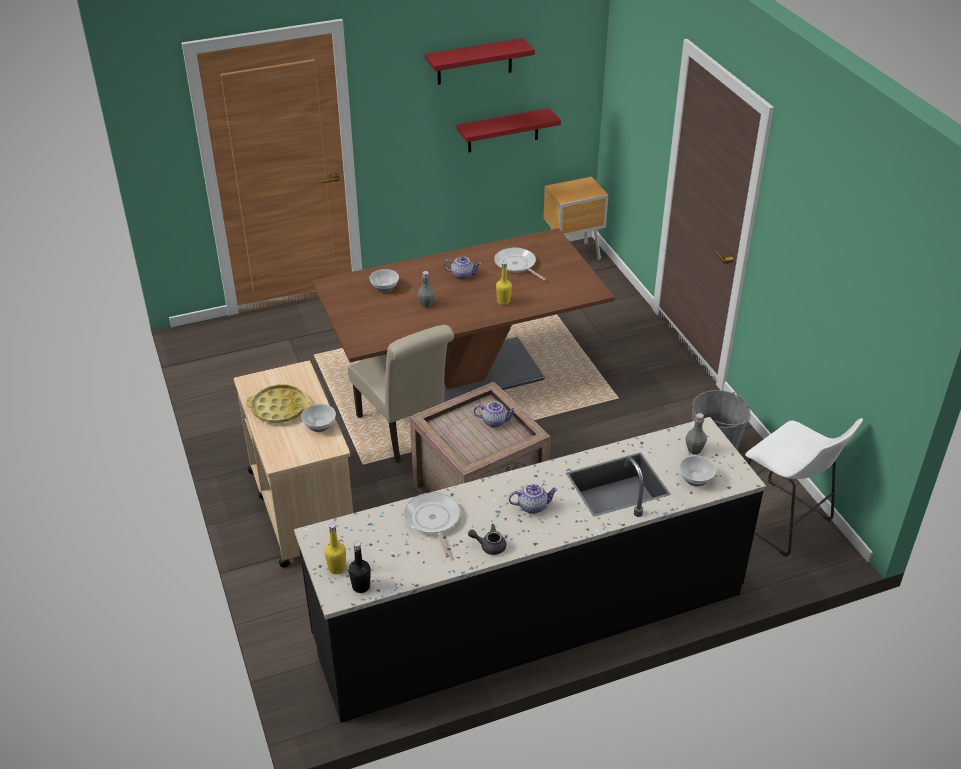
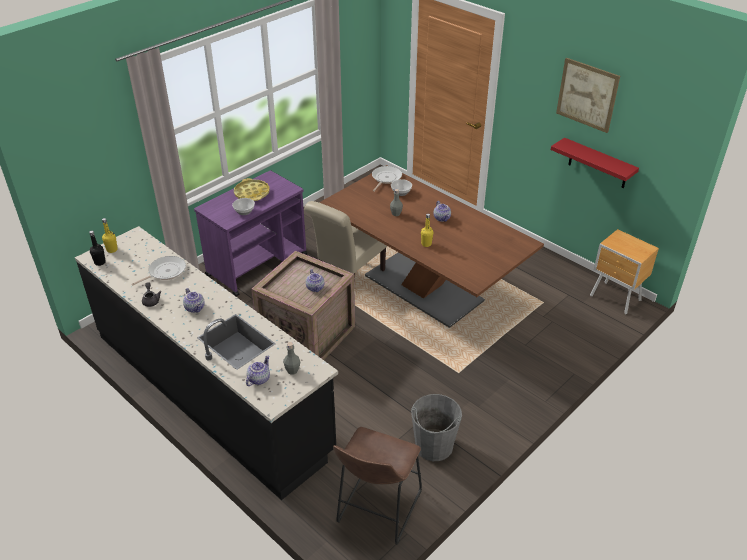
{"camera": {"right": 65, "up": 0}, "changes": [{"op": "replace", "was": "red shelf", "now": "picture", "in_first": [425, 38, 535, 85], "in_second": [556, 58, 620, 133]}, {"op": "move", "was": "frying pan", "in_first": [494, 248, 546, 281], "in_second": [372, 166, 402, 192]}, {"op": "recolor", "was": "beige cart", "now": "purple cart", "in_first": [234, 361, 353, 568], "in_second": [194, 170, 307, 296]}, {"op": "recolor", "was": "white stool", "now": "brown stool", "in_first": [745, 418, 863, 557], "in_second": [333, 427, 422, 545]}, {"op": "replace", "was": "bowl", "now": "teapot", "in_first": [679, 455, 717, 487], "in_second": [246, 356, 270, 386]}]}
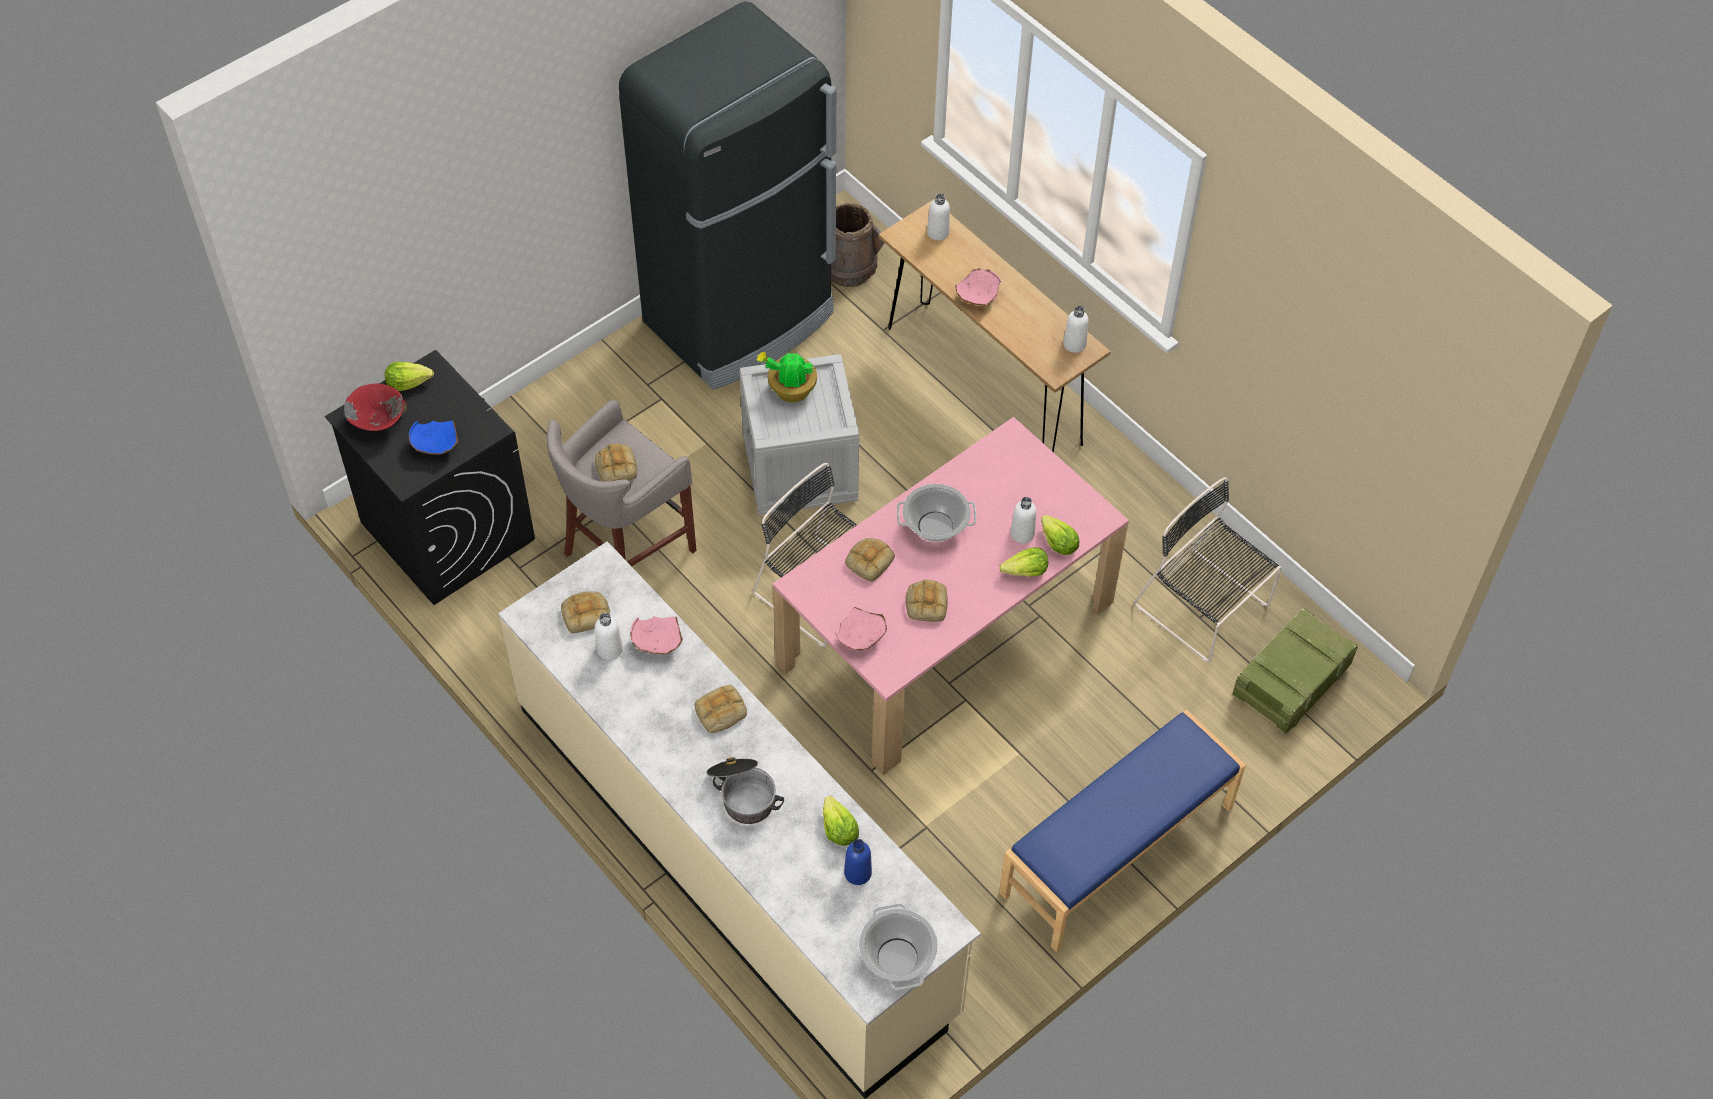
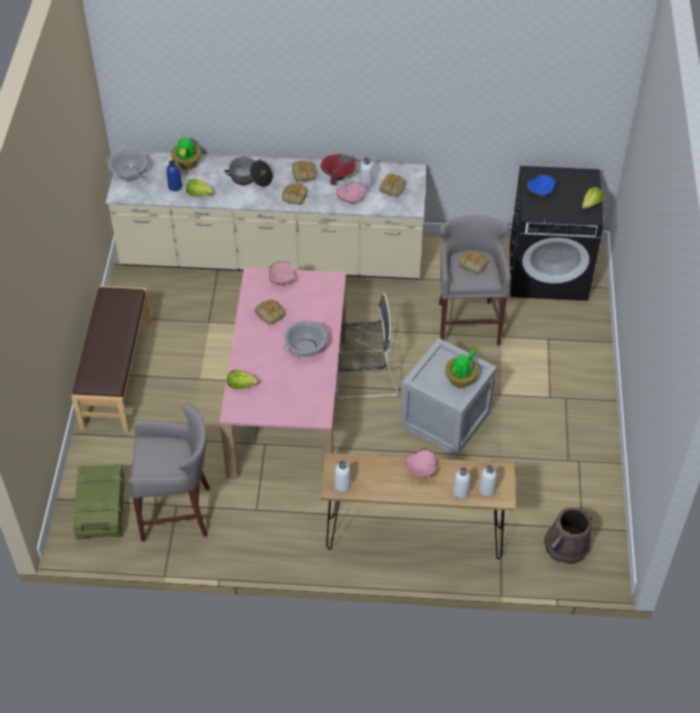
{"camera": {"right": 135, "up": -5}, "changes": [{"op": "delete", "was": "black fridge", "in_first": [619, 1, 836, 390]}, {"op": "move", "was": "red bowl", "in_first": [343, 384, 407, 431], "in_second": [320, 154, 356, 185]}, {"op": "replace", "was": "black chair", "now": "grey stool", "in_first": [1134, 477, 1282, 662], "in_second": [128, 403, 210, 541]}, {"op": "move", "was": "white bottle", "in_first": [1010, 497, 1036, 543], "in_second": [453, 467, 471, 499]}, {"op": "move", "was": "bread", "in_first": [845, 538, 895, 582], "in_second": [292, 161, 316, 181]}, {"op": "delete", "was": "lettuce", "in_first": [999, 547, 1048, 577]}, {"op": "recolor", "was": "blue bench", "now": "brown bench", "in_first": [999, 710, 1246, 952], "in_second": [72, 286, 152, 433]}, {"op": "insert", "now": "potted plant", "in_second": [171, 137, 201, 170]}]}
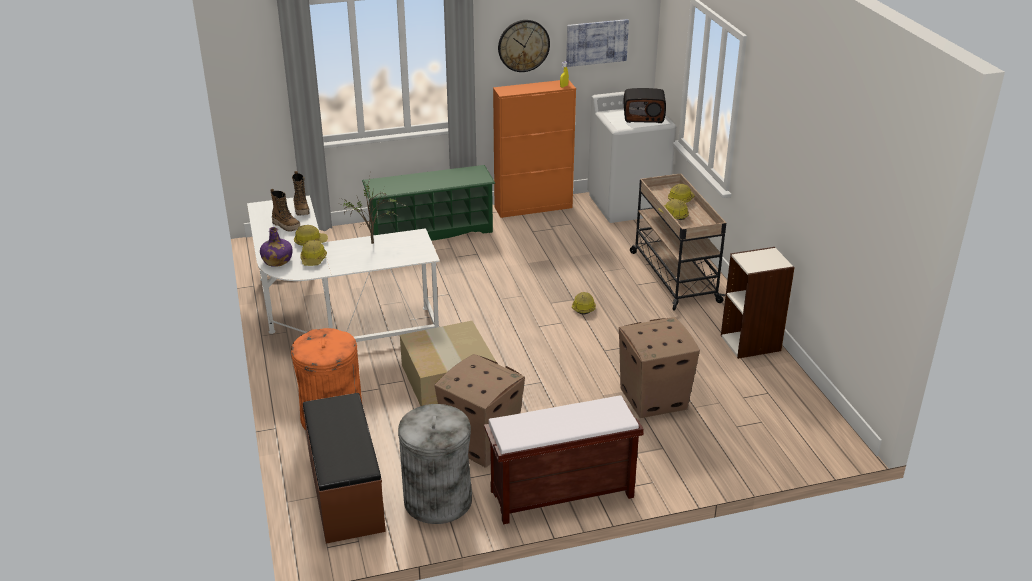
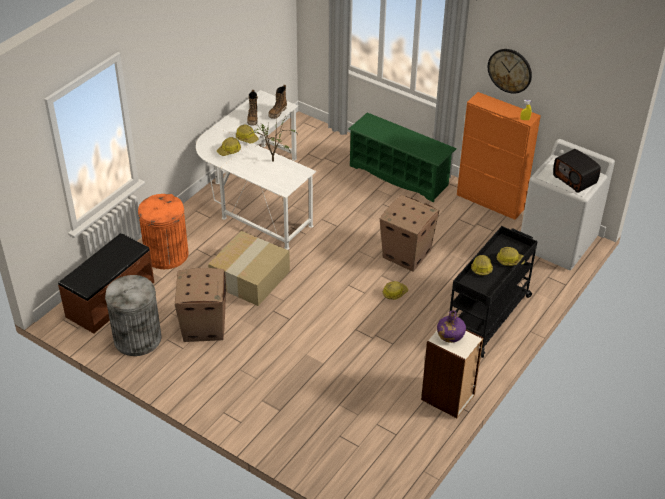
{"camera": {"right": 50, "up": 10}, "changes": [{"op": "delete", "was": "picture", "in_first": [566, 19, 629, 67]}, {"op": "recolor", "was": "beige cart", "now": "black cart", "in_first": [630, 173, 726, 311], "in_second": [450, 226, 538, 358]}, {"op": "move", "was": "purple bottle", "in_first": [260, 227, 293, 267], "in_second": [437, 310, 466, 343]}, {"op": "move", "was": "cardboard box", "in_first": [619, 317, 700, 418], "in_second": [380, 195, 439, 272]}, {"op": "delete", "was": "brown bench", "in_first": [484, 395, 644, 524]}]}
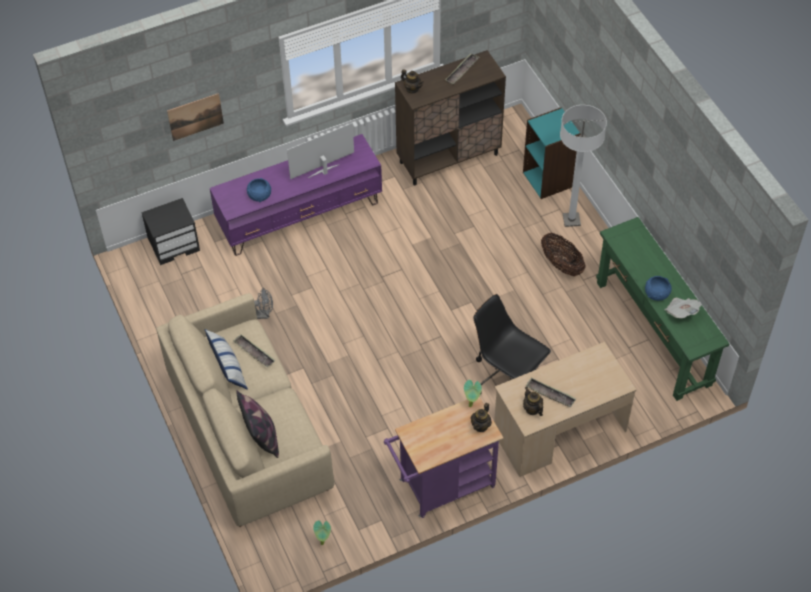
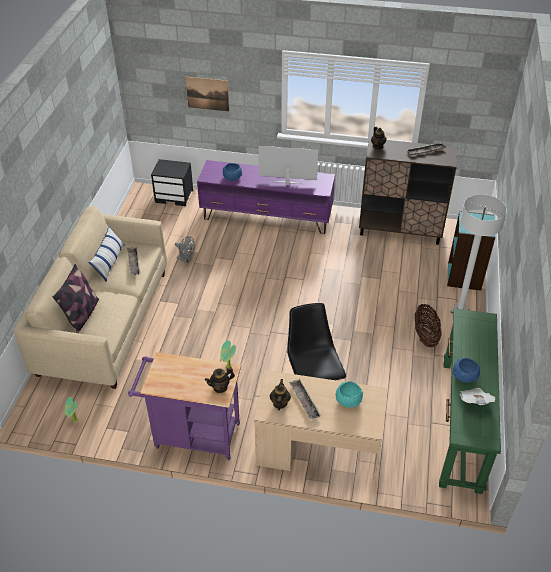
{"camera": {"right": 35, "up": -10}, "changes": [{"op": "insert", "now": "turquoise bowl", "in_second": [336, 381, 363, 408]}]}
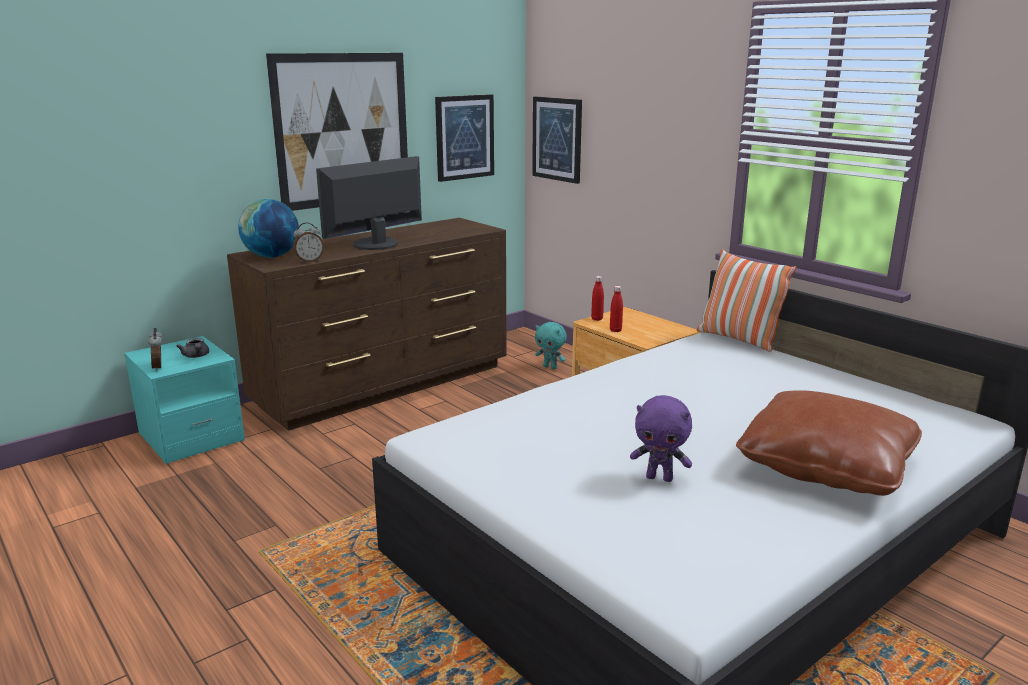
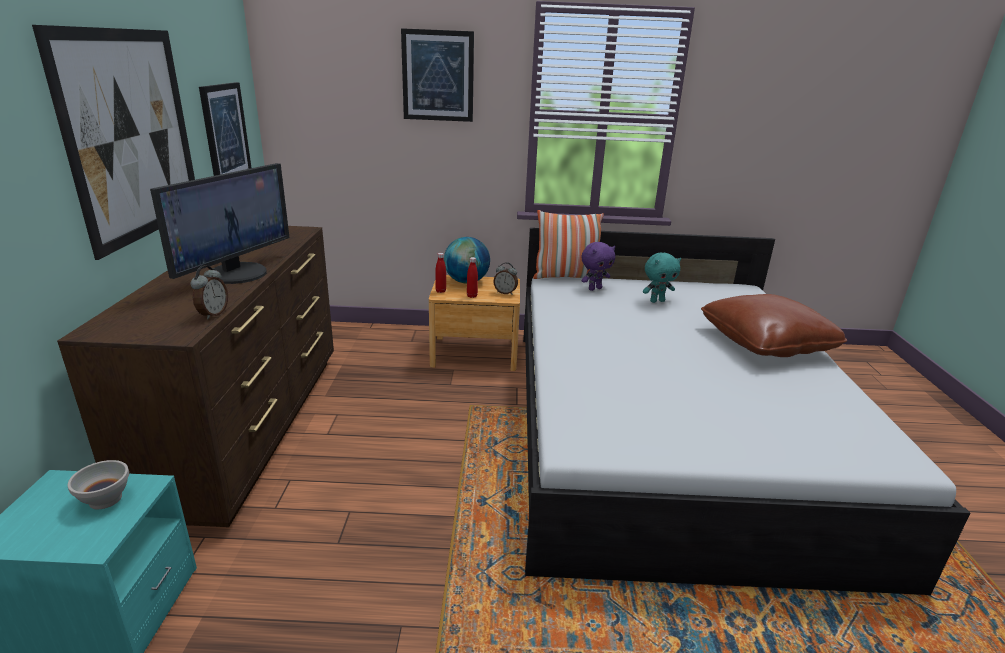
{"camera": {"right": -50, "up": 5}, "changes": [{"op": "move", "was": "picture", "in_first": [532, 97, 582, 184], "in_second": [401, 28, 474, 122]}, {"op": "rotate", "was": "monitor", "in_first": [316, 156, 422, 250], "in_second": [150, 163, 290, 284], "clockwise": -150}, {"op": "move", "was": "globe", "in_first": [238, 199, 299, 258], "in_second": [444, 237, 490, 284]}, {"op": "move", "was": "turquoise plush toy", "in_first": [535, 322, 567, 369], "in_second": [643, 253, 681, 303]}, {"op": "move", "was": "alarm clock", "in_first": [148, 328, 163, 371], "in_second": [493, 262, 518, 294]}, {"op": "replace", "was": "grey teapot", "now": "white bowl", "in_first": [176, 338, 209, 358], "in_second": [68, 460, 129, 509]}, {"op": "move", "was": "purple plush toy", "in_first": [630, 395, 692, 482], "in_second": [581, 242, 615, 291]}]}
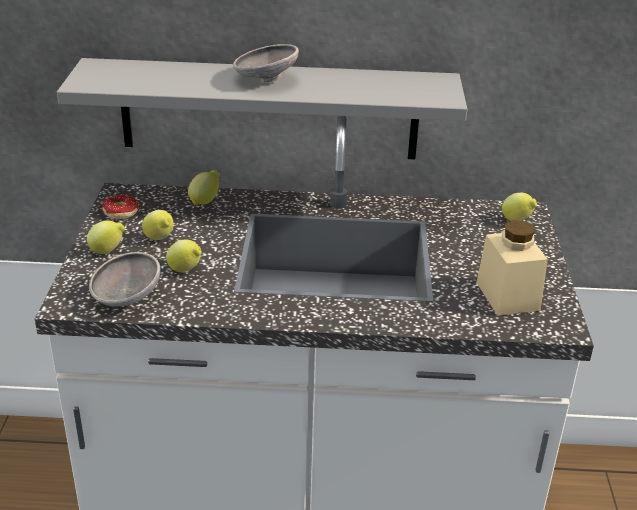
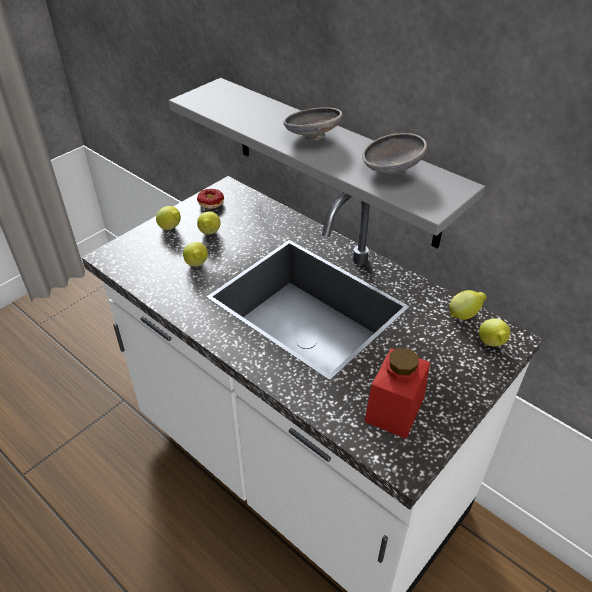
{"camera": {"right": 40, "up": 10}, "changes": [{"op": "move", "was": "lemon", "in_first": [188, 170, 219, 205], "in_second": [449, 290, 487, 320]}, {"op": "recolor", "was": "beige jar", "now": "red jar", "in_first": [476, 220, 548, 316], "in_second": [364, 348, 430, 439]}, {"op": "move", "was": "grey bowl", "in_first": [89, 252, 160, 307], "in_second": [362, 133, 427, 174]}]}
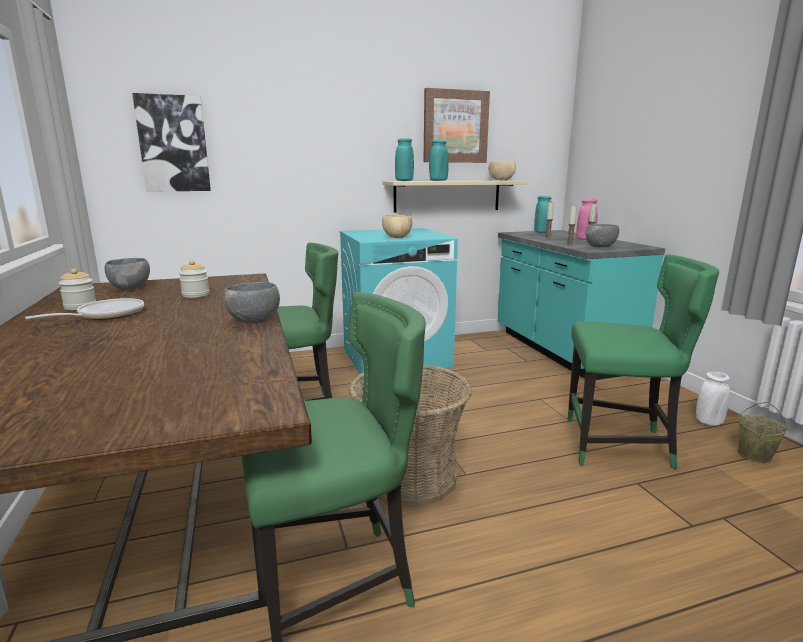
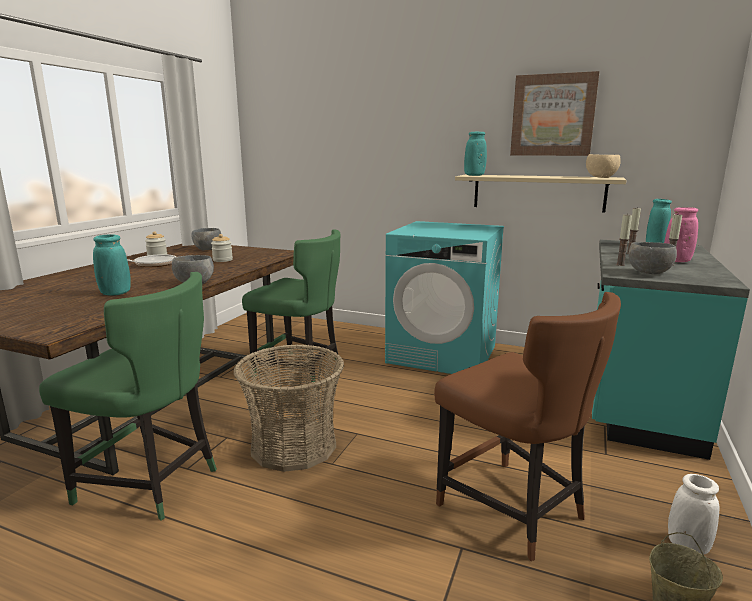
{"camera": {"right": 40, "up": 0}, "changes": [{"op": "delete", "was": "picture", "in_first": [132, 93, 211, 192]}, {"op": "move", "was": "turquoise vase", "in_first": [429, 140, 449, 181], "in_second": [93, 235, 131, 296]}, {"op": "delete", "was": "beige bowl", "in_first": [382, 214, 412, 238]}, {"op": "recolor", "was": "green chair", "now": "brown chair", "in_first": [568, 254, 719, 470], "in_second": [434, 292, 621, 561]}]}
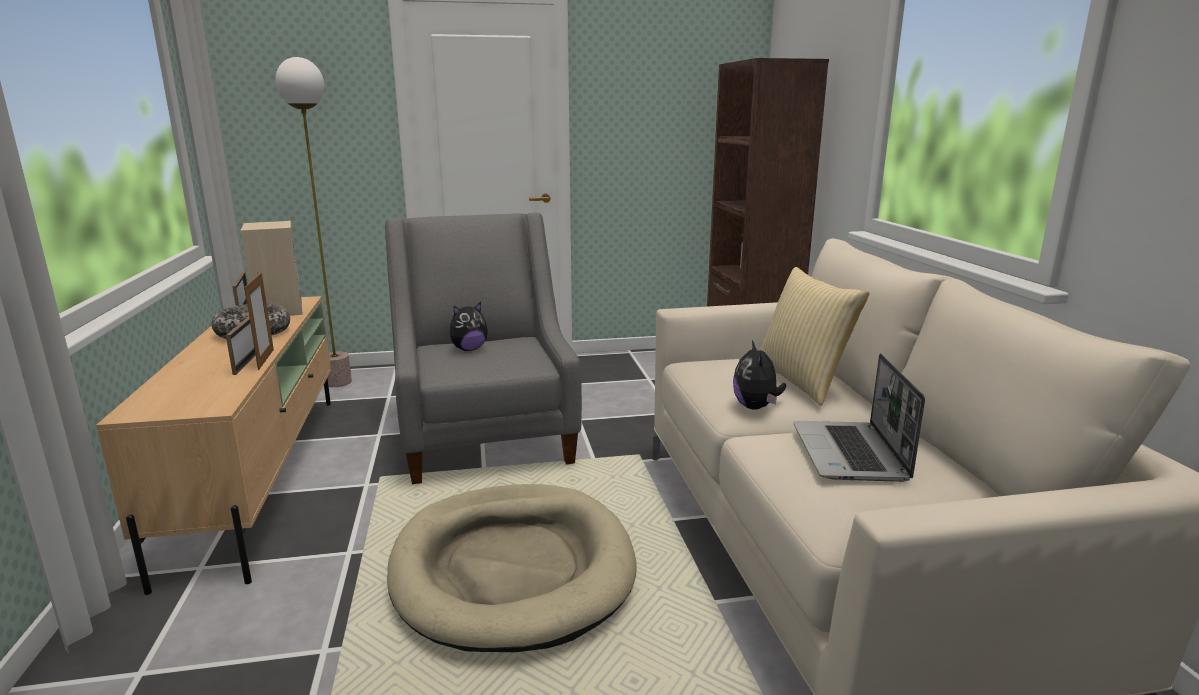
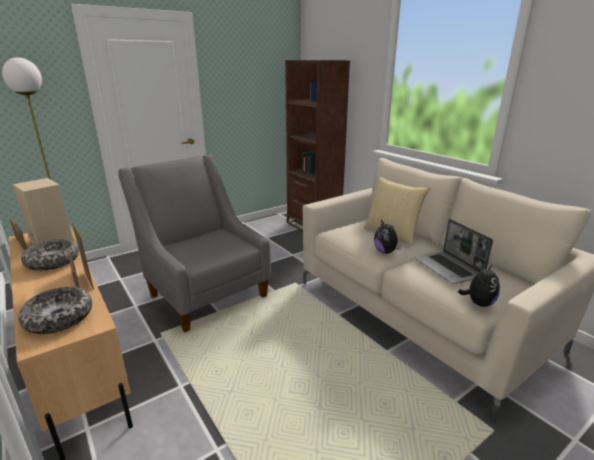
{"camera": {"right": -25, "up": 5}, "changes": [{"op": "move", "was": "plush toy", "in_first": [450, 302, 488, 351], "in_second": [458, 263, 500, 307]}, {"op": "delete", "was": "beige dog bed", "in_first": [387, 484, 637, 652]}, {"op": "insert", "now": "bowl", "in_second": [18, 287, 92, 334]}]}
